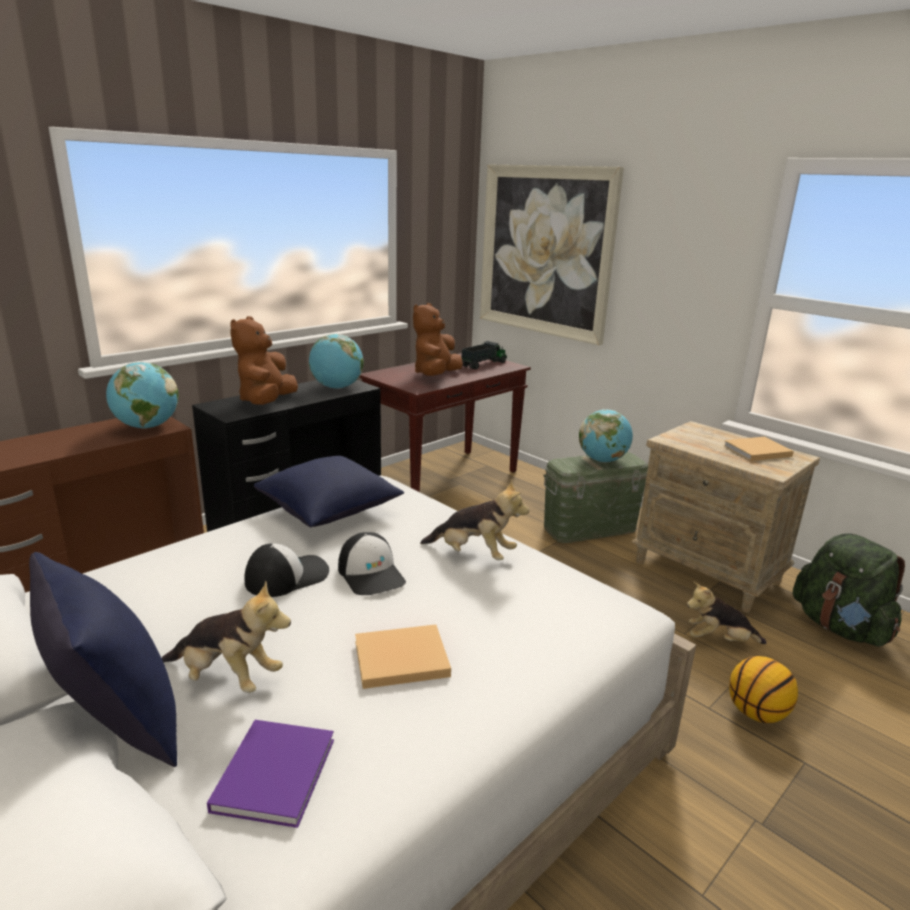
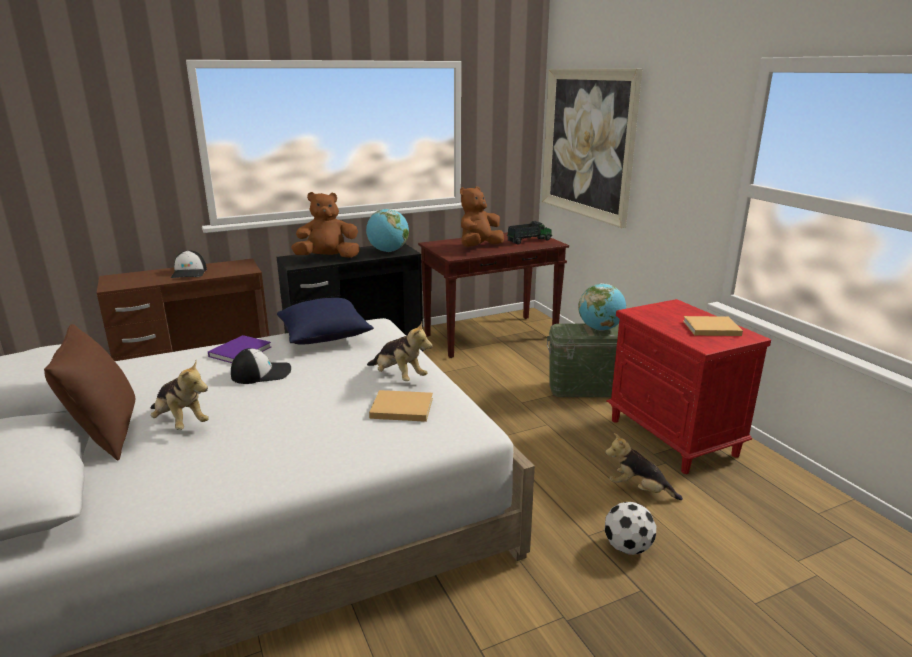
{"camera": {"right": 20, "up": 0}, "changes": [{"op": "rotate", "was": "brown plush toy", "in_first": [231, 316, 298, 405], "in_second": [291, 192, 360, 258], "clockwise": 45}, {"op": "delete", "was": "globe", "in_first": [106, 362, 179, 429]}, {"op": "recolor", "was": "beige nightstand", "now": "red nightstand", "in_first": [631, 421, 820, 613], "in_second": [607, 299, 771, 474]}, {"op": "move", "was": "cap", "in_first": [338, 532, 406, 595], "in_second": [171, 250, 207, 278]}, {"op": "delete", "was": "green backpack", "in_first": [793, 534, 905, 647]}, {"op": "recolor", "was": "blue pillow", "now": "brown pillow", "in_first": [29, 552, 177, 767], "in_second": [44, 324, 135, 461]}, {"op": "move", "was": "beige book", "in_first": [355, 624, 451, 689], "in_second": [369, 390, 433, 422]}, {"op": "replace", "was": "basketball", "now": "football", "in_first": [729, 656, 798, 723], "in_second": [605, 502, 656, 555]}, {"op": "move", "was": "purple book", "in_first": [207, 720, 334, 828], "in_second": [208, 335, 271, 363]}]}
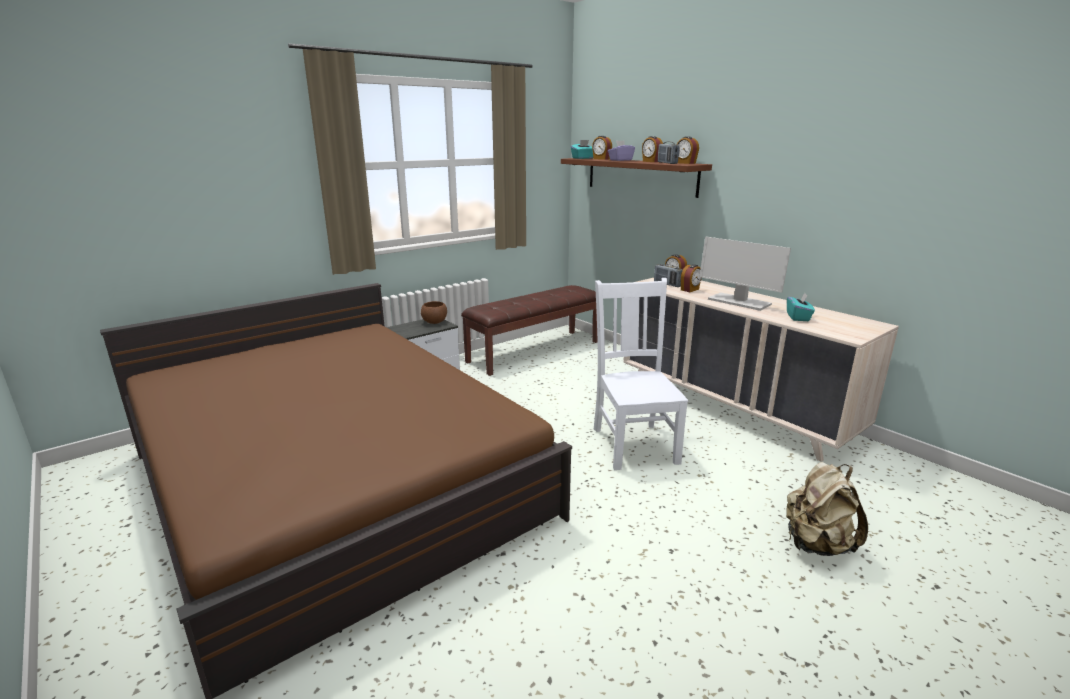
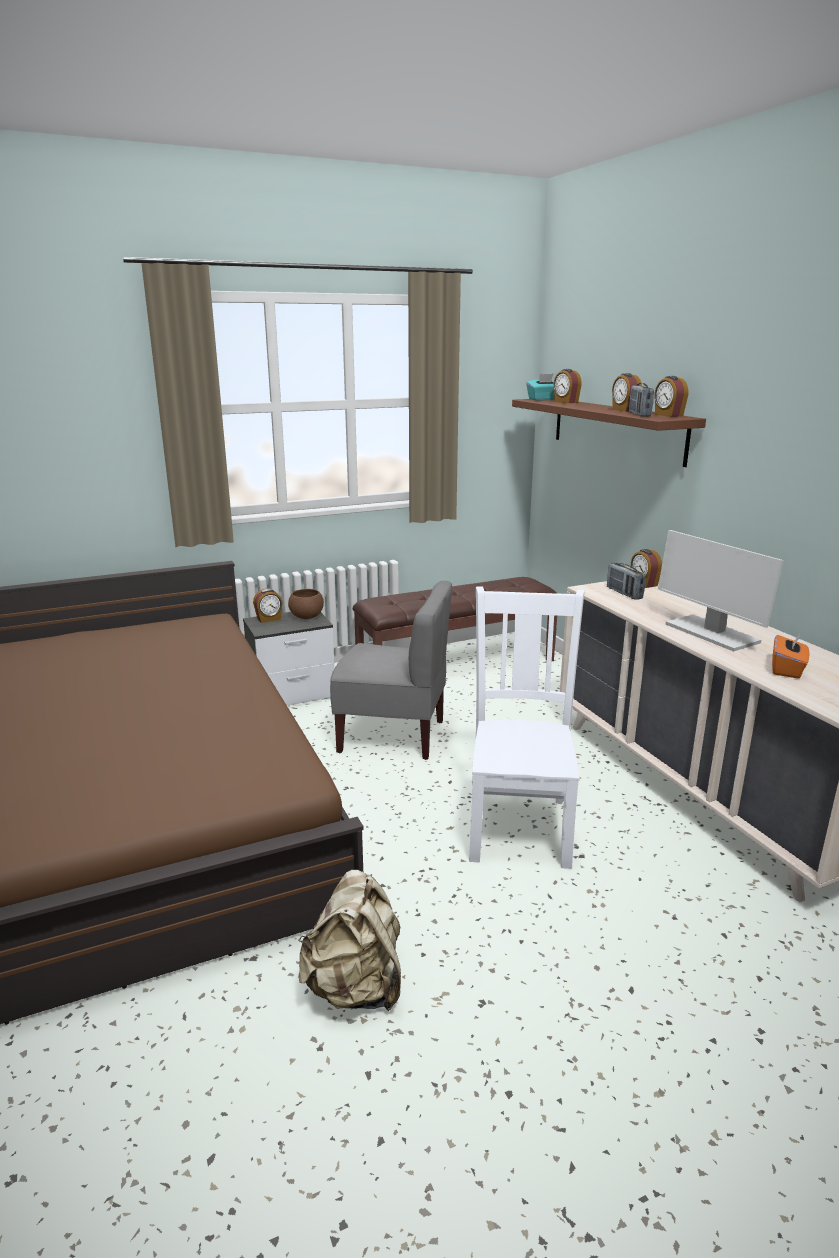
{"camera": {"right": 15, "up": 0}, "changes": [{"op": "delete", "was": "purple tissue box", "in_first": [608, 141, 635, 161]}, {"op": "move", "was": "alarm clock", "in_first": [681, 264, 702, 292], "in_second": [253, 588, 283, 623]}, {"op": "recolor", "was": "turquoise tissue box", "now": "orange tissue box", "in_first": [787, 293, 815, 321], "in_second": [772, 633, 809, 678]}, {"op": "move", "was": "beige backpack", "in_first": [786, 462, 868, 556], "in_second": [298, 870, 401, 1011]}, {"op": "insert", "now": "grey chair", "in_second": [330, 581, 452, 760]}]}
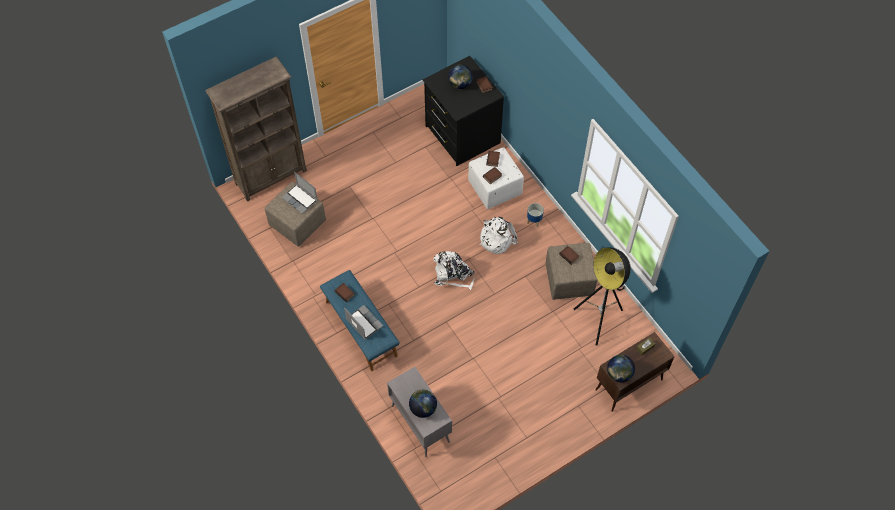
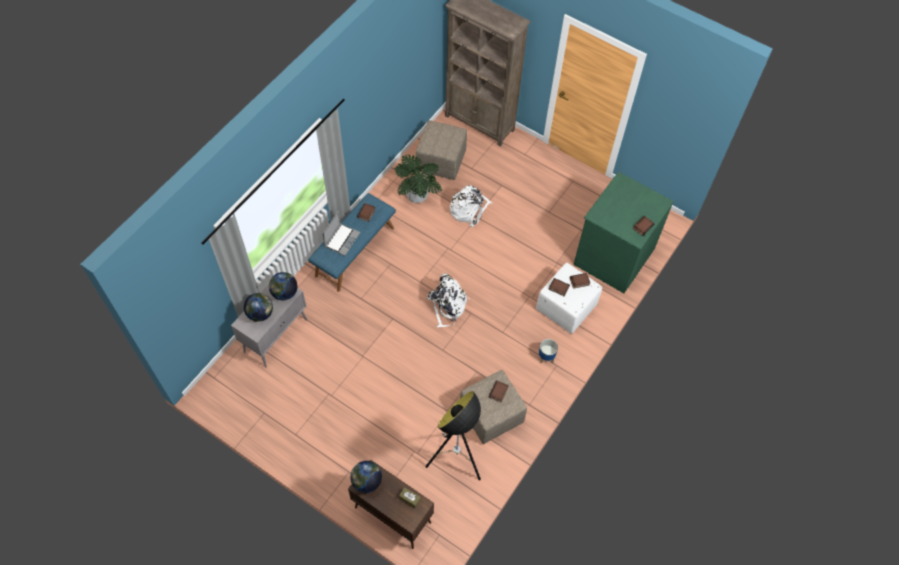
{"camera": {"right": 65, "up": 0}, "changes": [{"op": "recolor", "was": "black dresser", "now": "green dresser", "in_first": [423, 56, 504, 166], "in_second": [574, 172, 674, 293]}, {"op": "move", "was": "globe", "in_first": [448, 64, 473, 89], "in_second": [269, 272, 298, 300]}, {"op": "delete", "was": "laptop", "in_first": [282, 172, 318, 214]}, {"op": "move", "was": "white backpack", "in_first": [480, 217, 518, 254], "in_second": [450, 185, 492, 227]}, {"op": "insert", "now": "potted plant", "in_second": [394, 155, 442, 203]}]}
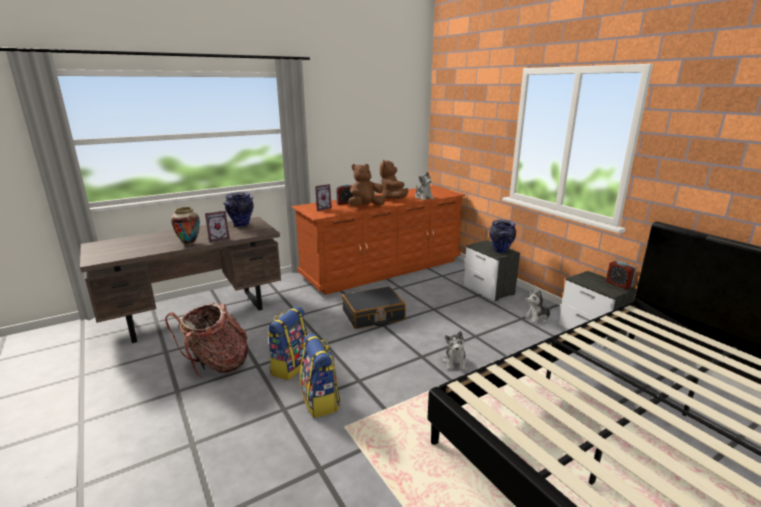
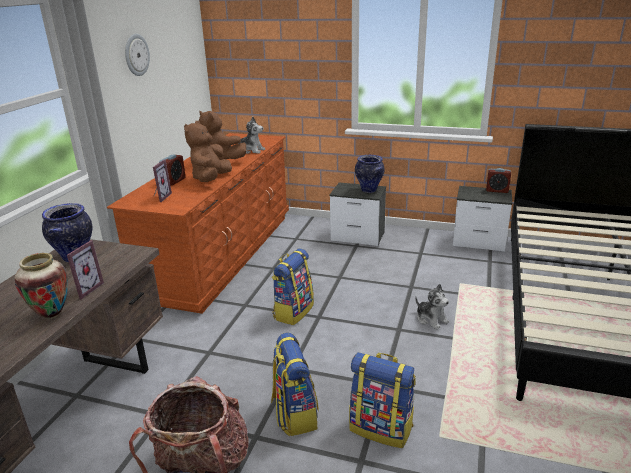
{"camera": {"right": -40, "up": 5}, "changes": [{"op": "replace", "was": "black suitcase", "now": "backpack", "in_first": [342, 287, 406, 329], "in_second": [272, 248, 314, 325]}, {"op": "delete", "was": "plush toy", "in_first": [524, 290, 553, 324]}, {"op": "insert", "now": "wall clock", "in_second": [125, 34, 150, 76]}]}
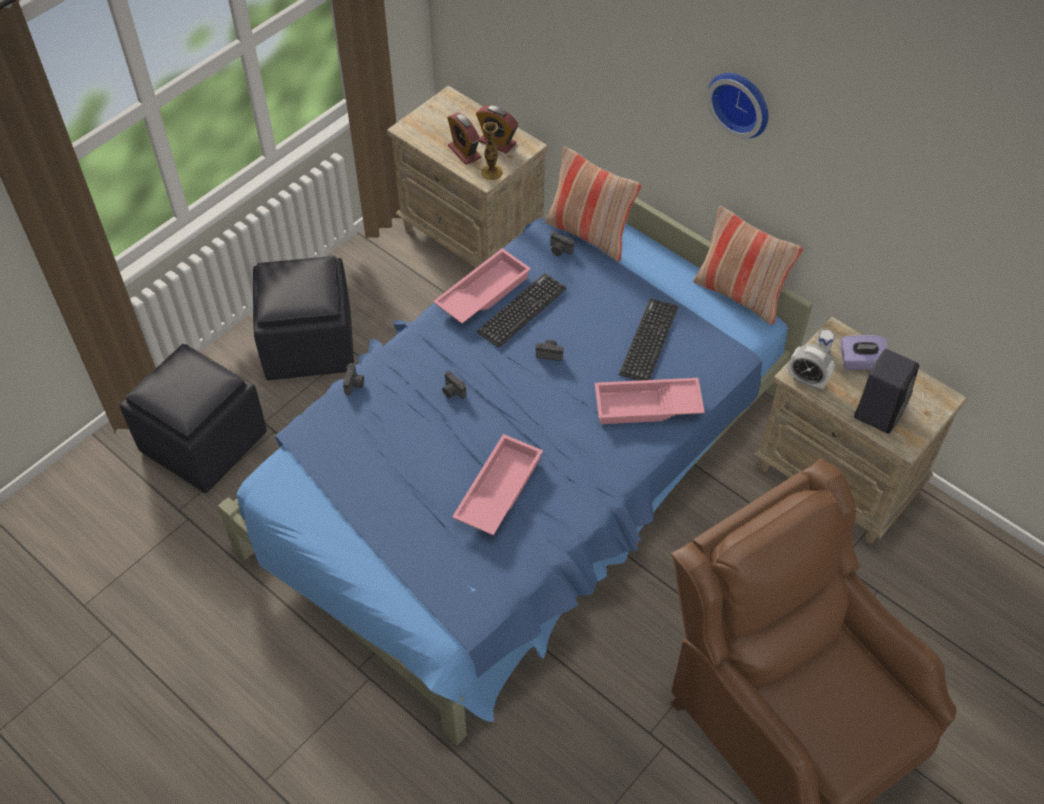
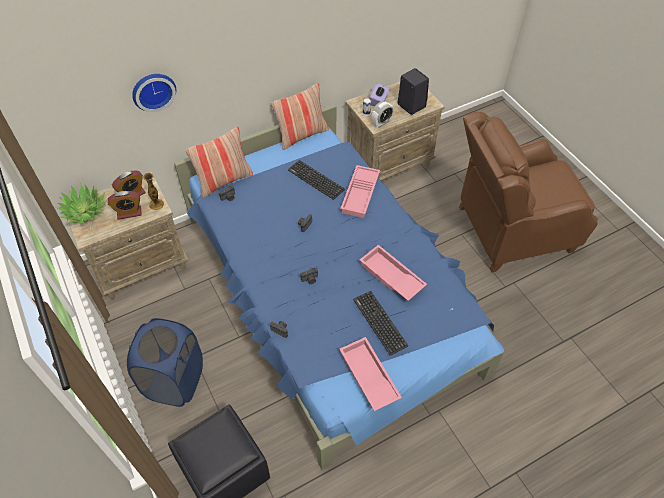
{"camera": {"right": -70, "up": 0}, "changes": [{"op": "move", "was": "wall clock", "in_first": [707, 73, 768, 138], "in_second": [132, 74, 176, 112]}, {"op": "move", "was": "pink tray", "in_first": [433, 248, 531, 324], "in_second": [339, 337, 402, 411]}, {"op": "replace", "was": "black ottoman", "now": "blue laundry basket", "in_first": [253, 256, 354, 380], "in_second": [127, 318, 203, 407]}, {"op": "move", "was": "keyboard", "in_first": [477, 273, 567, 348], "in_second": [353, 291, 408, 355]}, {"op": "insert", "now": "potted plant", "in_second": [56, 183, 107, 224]}]}
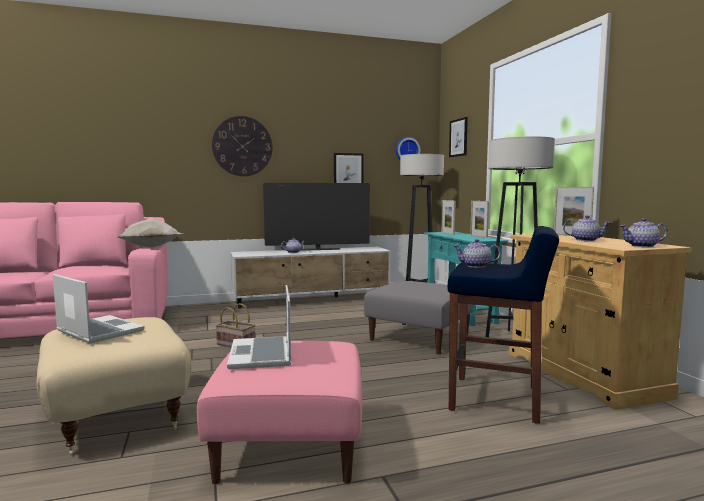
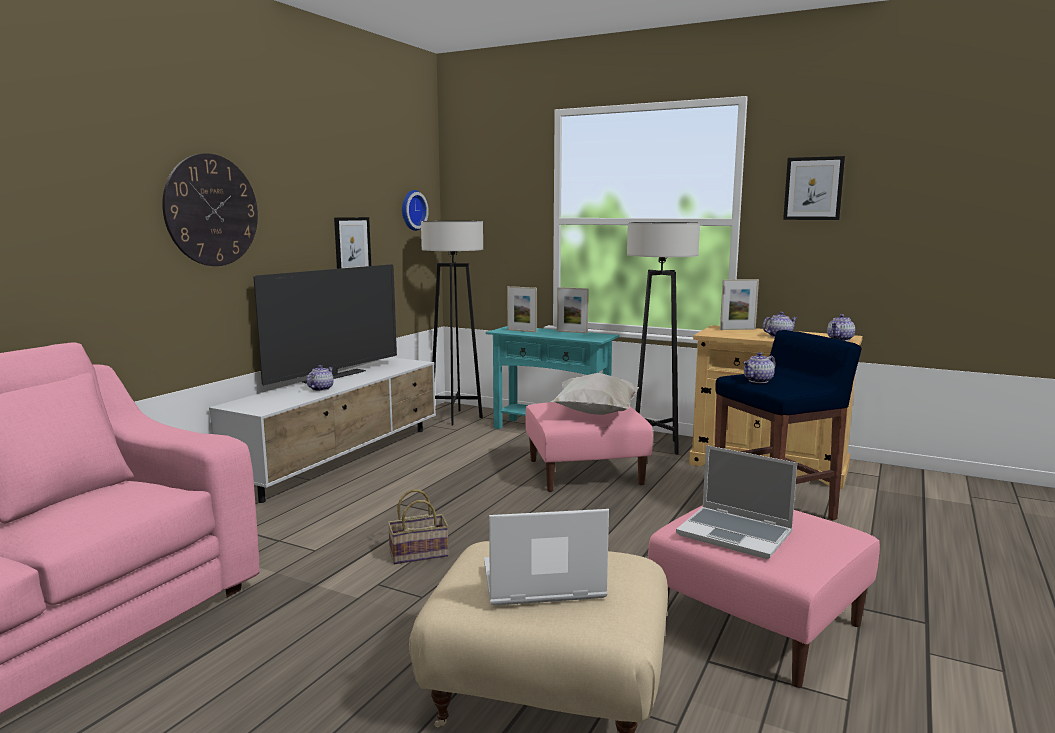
{"camera": {"right": -45, "up": 5}, "changes": [{"op": "move", "was": "picture", "in_first": [449, 117, 468, 157], "in_second": [783, 156, 845, 220]}, {"op": "move", "was": "white pillow", "in_first": [117, 219, 182, 248], "in_second": [550, 373, 639, 415]}, {"op": "recolor", "was": "grey ottoman", "now": "pink ottoman", "in_first": [364, 281, 474, 354], "in_second": [525, 402, 653, 492]}]}
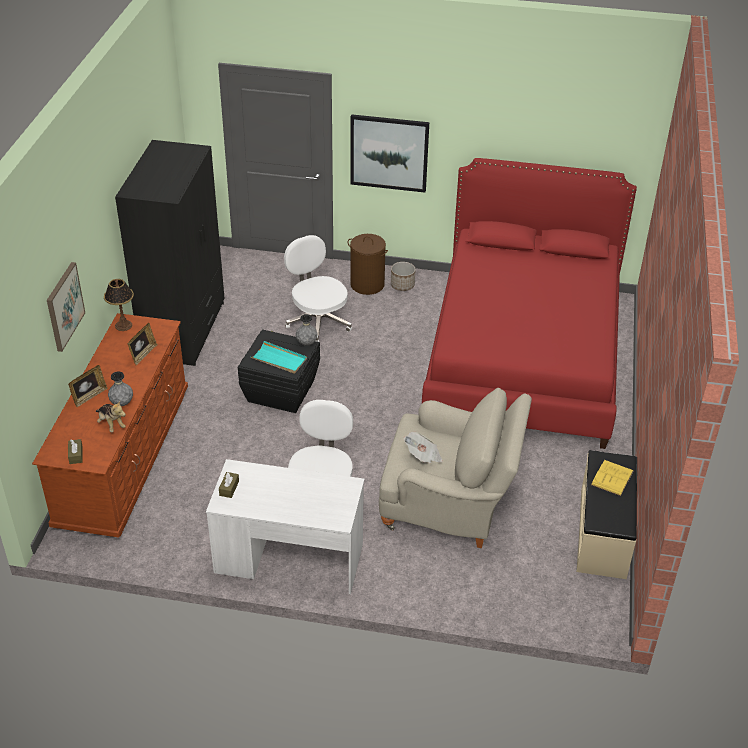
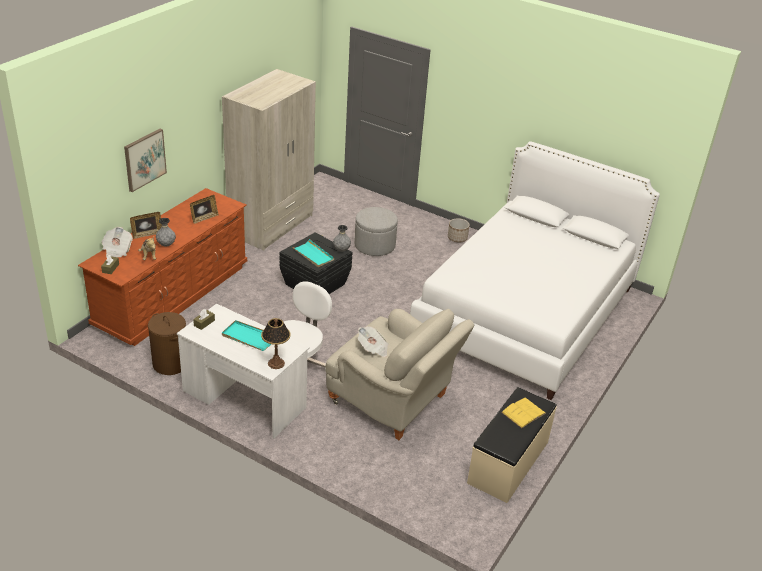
{"camera": {"right": 20, "up": -5}, "changes": [{"op": "delete", "was": "picture", "in_first": [350, 114, 429, 193]}, {"op": "recolor", "was": "black wardrobe", "now": "beige wardrobe", "in_first": [115, 140, 225, 366], "in_second": [222, 69, 316, 250]}, {"op": "recolor", "was": "red bed", "now": "white bed", "in_first": [422, 158, 637, 449], "in_second": [410, 141, 660, 400]}, {"op": "move", "was": "brown laundry basket", "in_first": [348, 234, 388, 295], "in_second": [148, 312, 186, 375]}, {"op": "replace", "was": "white office chair", "now": "grey ottoman", "in_first": [284, 235, 352, 342], "in_second": [354, 207, 398, 256]}, {"op": "move", "was": "table lamp", "in_first": [104, 279, 134, 331], "in_second": [261, 318, 290, 369]}, {"op": "insert", "now": "newspaper", "in_second": [102, 227, 133, 258]}, {"op": "insert", "now": "turquoise tray", "in_second": [222, 320, 271, 351]}]}
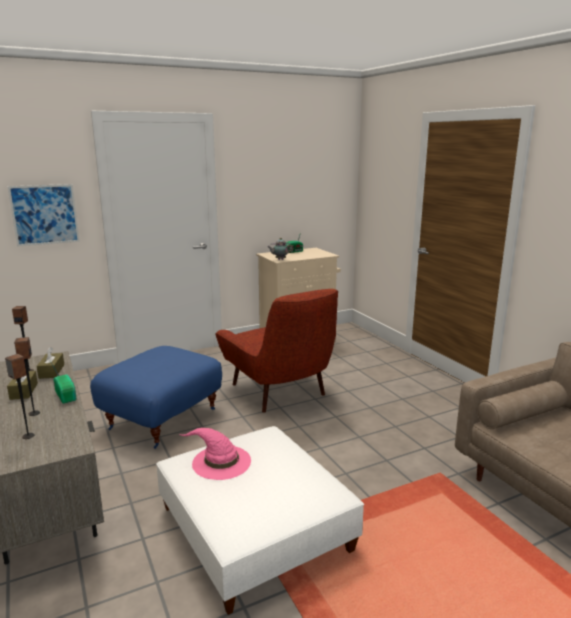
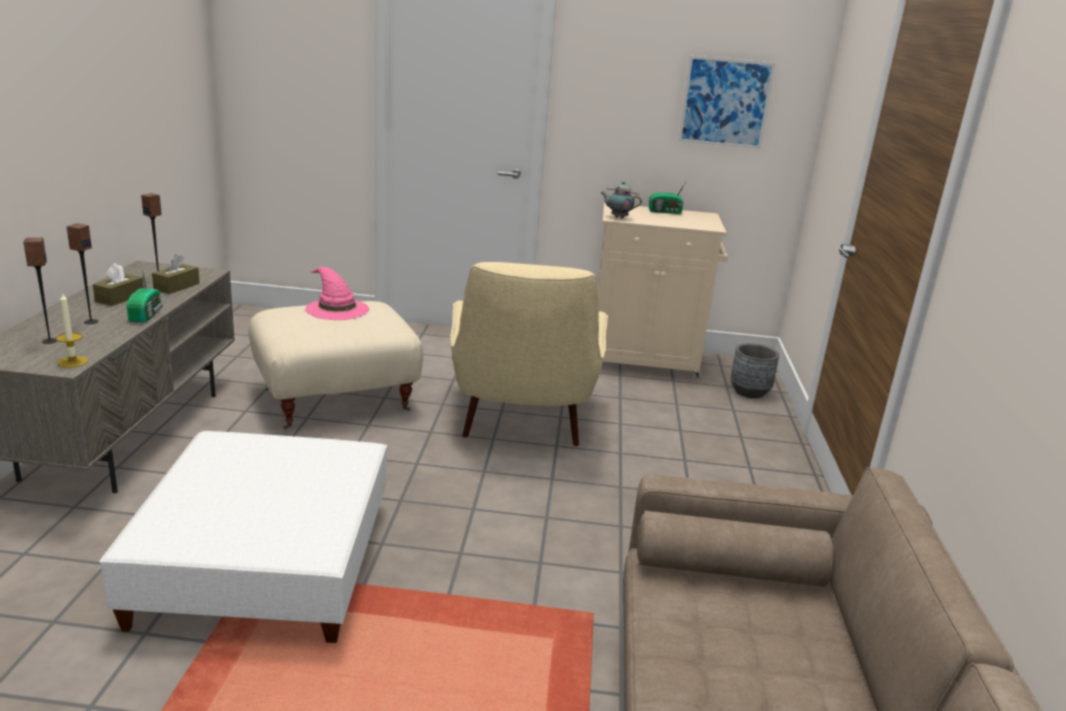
{"camera": {"right": 30, "up": 5}, "changes": [{"op": "move", "was": "picture", "in_first": [8, 184, 80, 247], "in_second": [678, 55, 775, 149]}, {"op": "recolor", "was": "red armchair", "now": "beige armchair", "in_first": [215, 289, 338, 413], "in_second": [450, 262, 609, 446]}, {"op": "recolor", "was": "blue ottoman", "now": "beige ottoman", "in_first": [90, 346, 222, 449], "in_second": [249, 301, 424, 429]}, {"op": "move", "was": "pink hat", "in_first": [179, 428, 251, 480], "in_second": [305, 267, 369, 320]}, {"op": "insert", "now": "candle", "in_second": [56, 292, 88, 368]}, {"op": "insert", "now": "grey planter", "in_second": [730, 343, 779, 398]}]}
